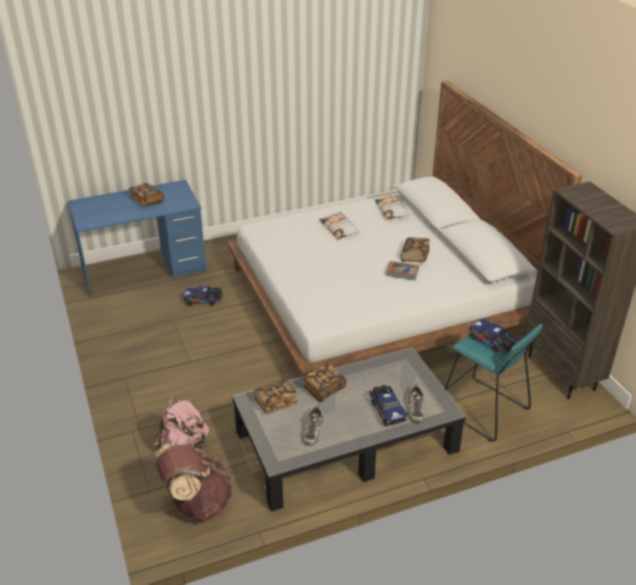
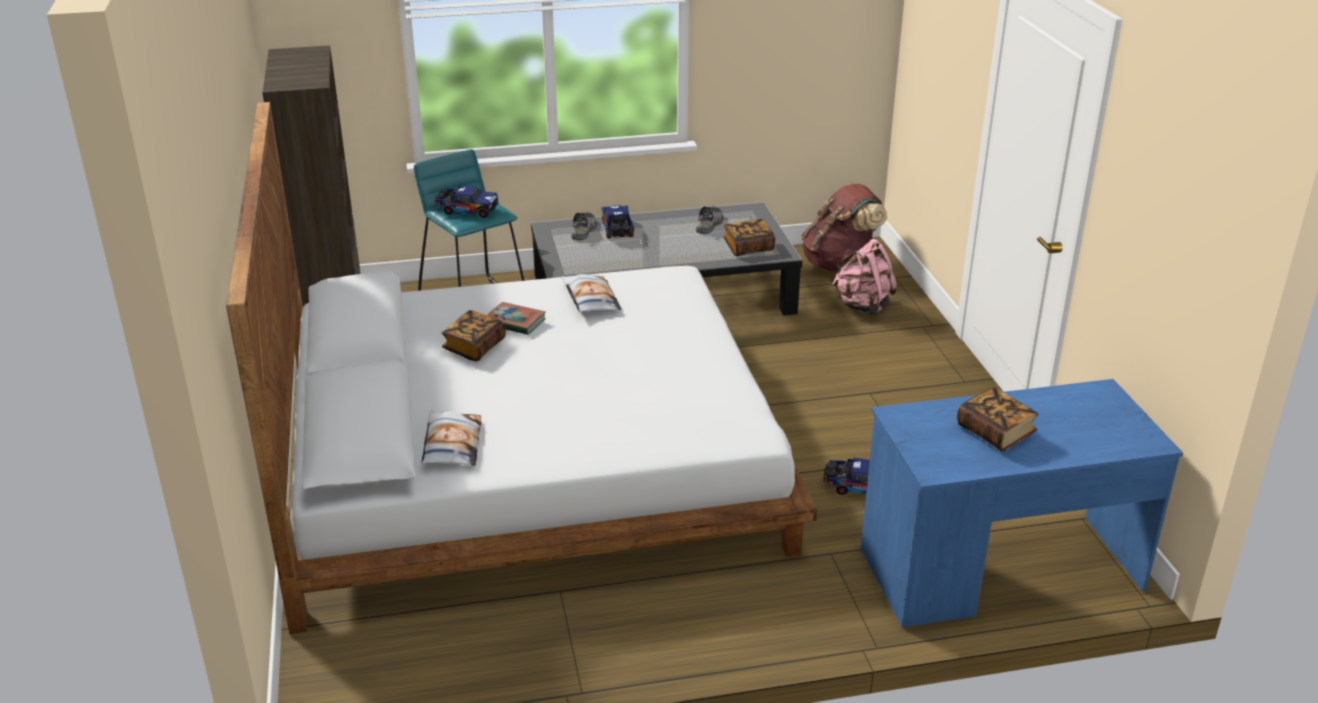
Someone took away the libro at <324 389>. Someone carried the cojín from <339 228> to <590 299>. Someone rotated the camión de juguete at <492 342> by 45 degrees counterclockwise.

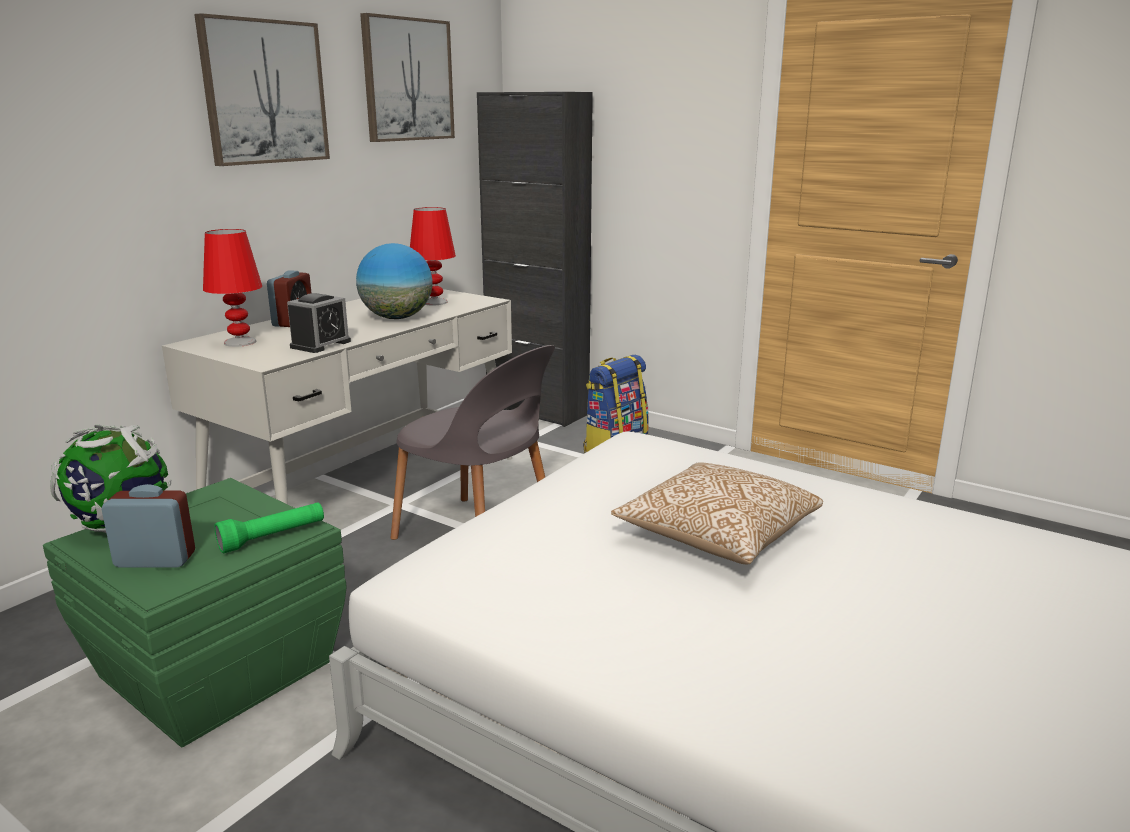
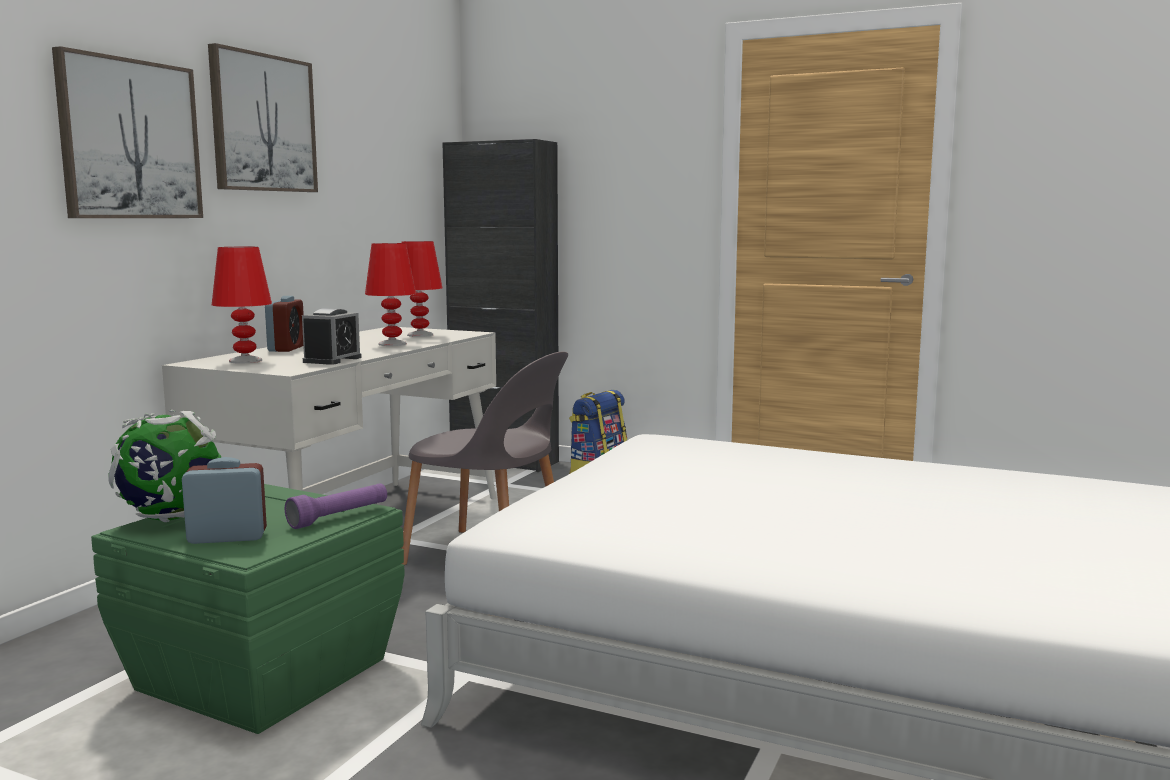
Someone took away the cojín at <717 536>. Someone carried the cuadro from <407 80> to <129 139>. Someone swapped the globo terráqueo at <396 318> for the lámpara de mesa (rojo) at <392 344>. Someone repainted the linterna (verde) at <273 538>, which became the linterna (morado) at <339 517>.

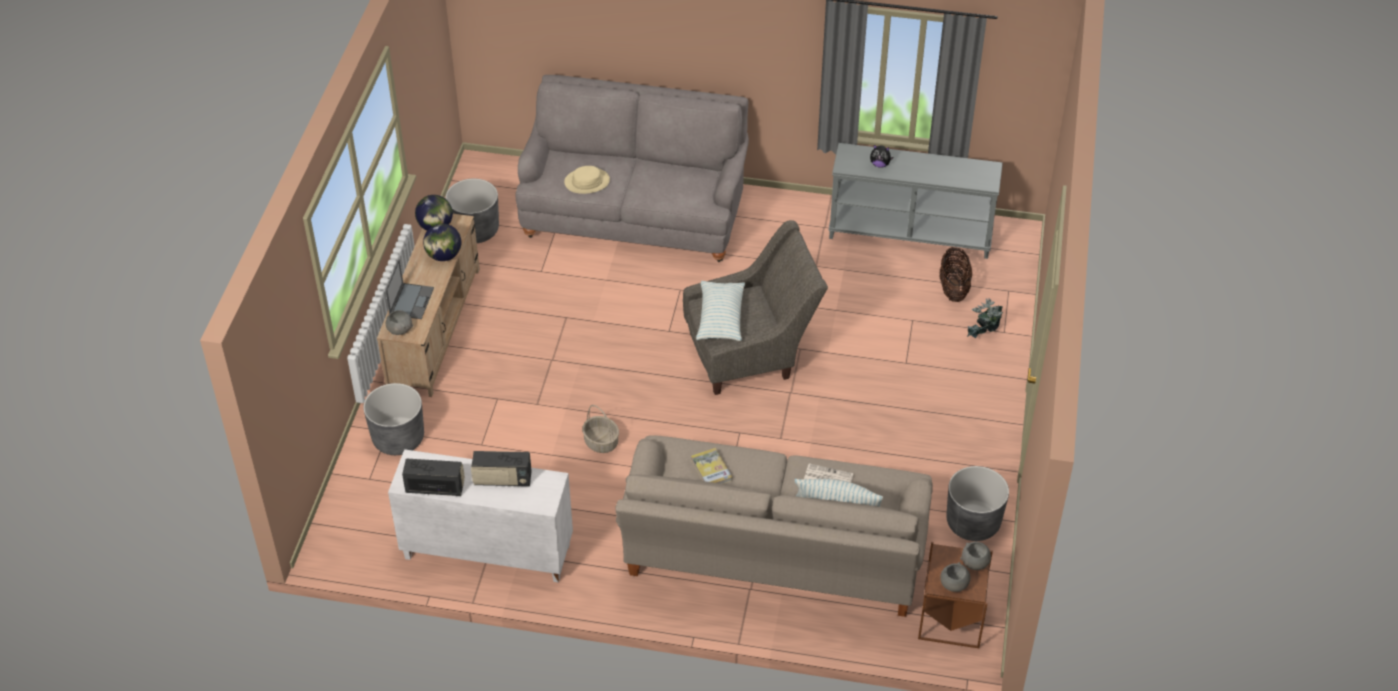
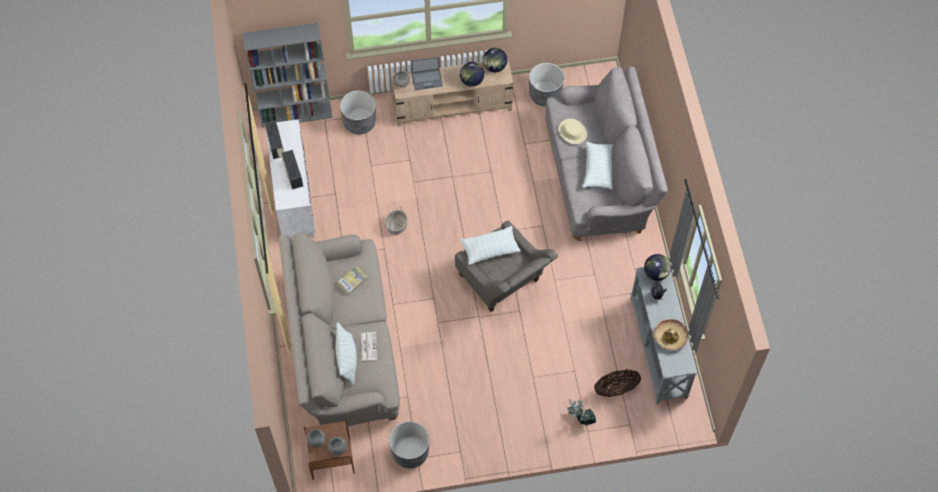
Someone put down the estantería (gris) at <296 114>. Someone put down the cojín at <598 169>. Someone put down the globo terráqueo at <656 273>. Someone put down the sombrero at <670 337>.

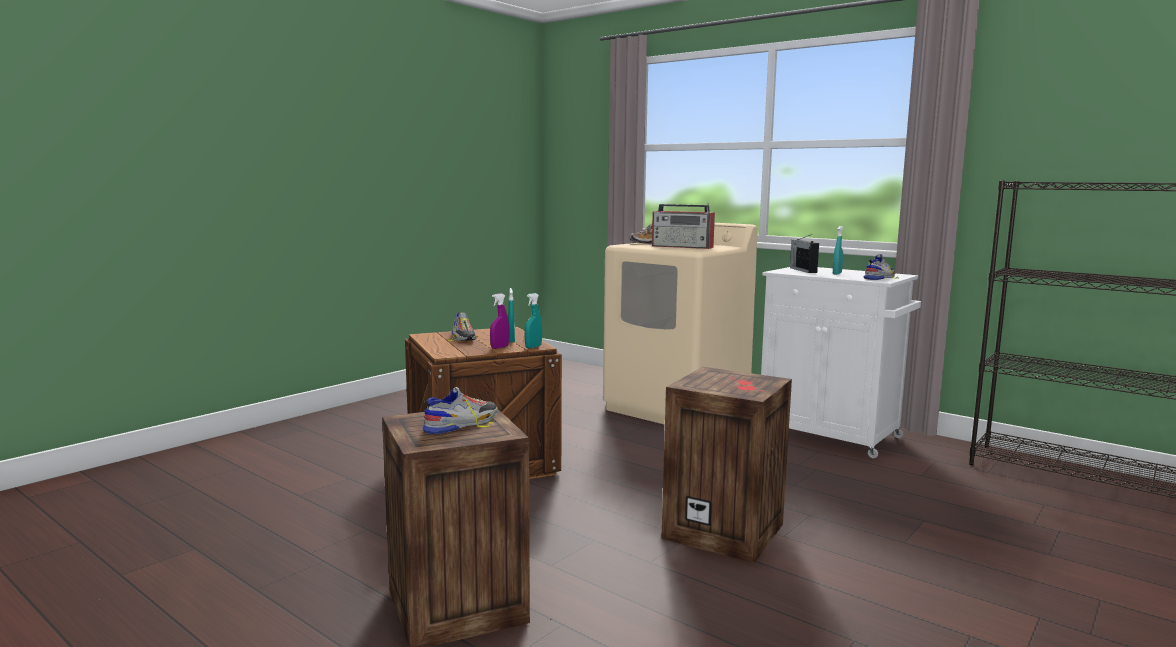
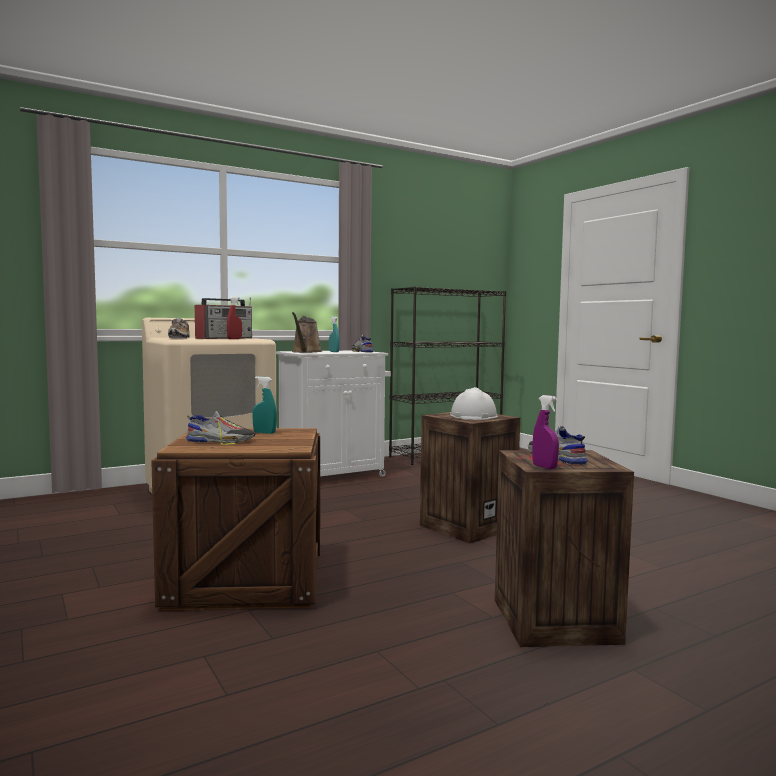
Someone took away the pulverizador (turquesa) at <533 347>. Someone put down the pulverizador (rojo) at <234 339>. Someone put down the casco (blanco) at <473 416>. Someone carried the pulverizador (morado) from <499 347> to <544 467>. Someone swapped the radio at <803 270> for the regadera (marrón) at <306 352>.

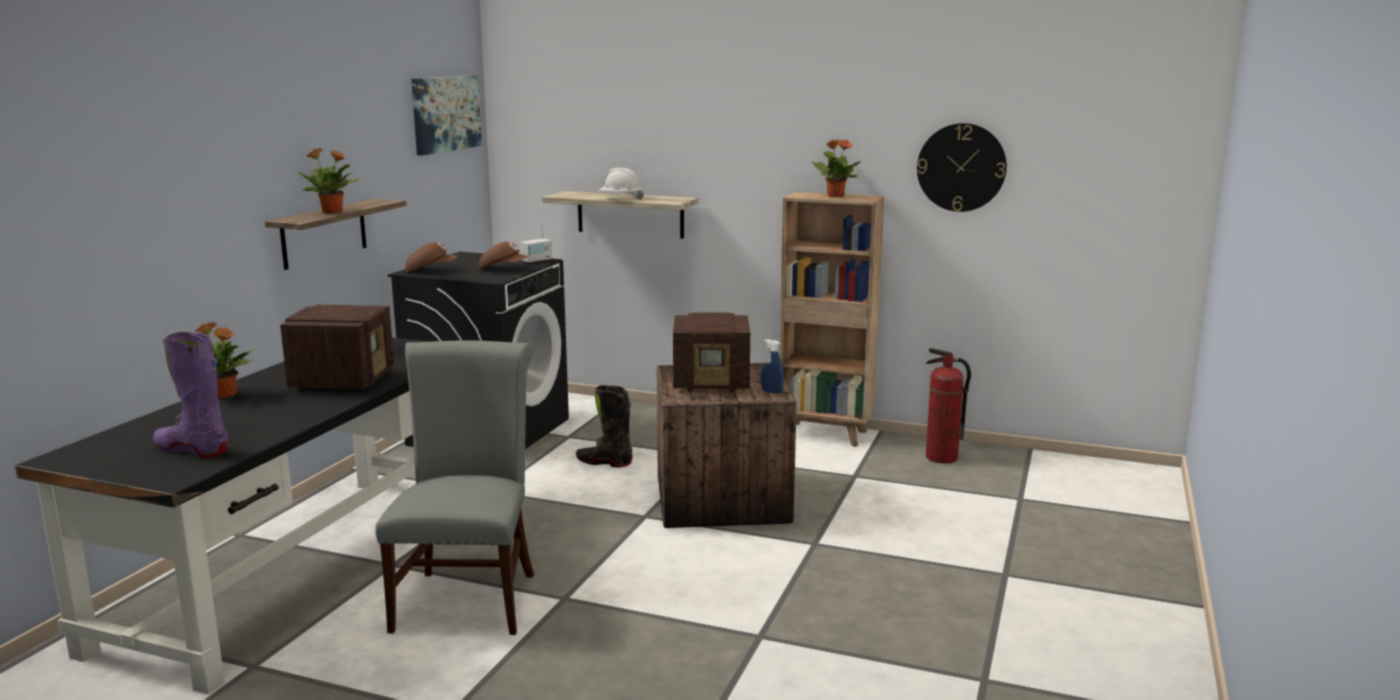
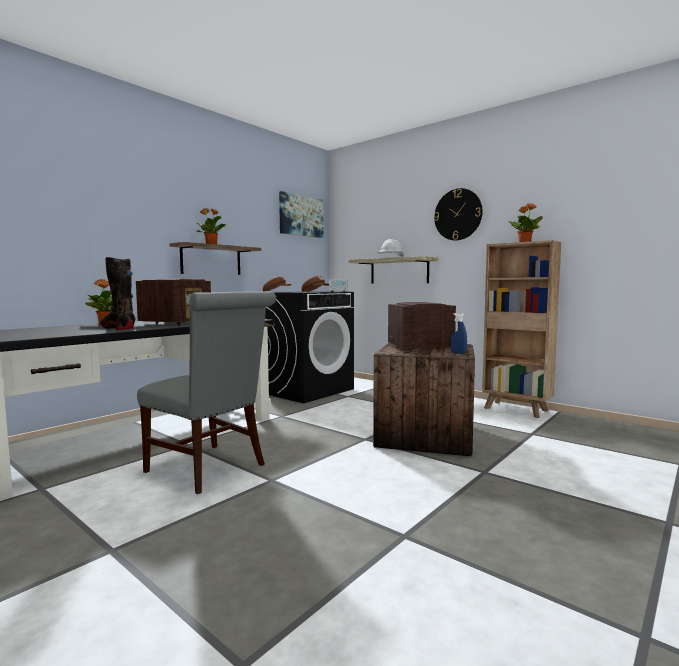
Someone took away the bota (morado) at <192 450>. Someone took away the extintor at <941 457>. Someone carried the bota (negro) from <604 462> to <118 328>. Someone carried the reloj de pared from <961 167> to <458 214>. Someone rotated the silla (gris) at <468 597> by 105 degrees clockwise. Someone rotated the radio at <713 383> by 150 degrees clockwise.

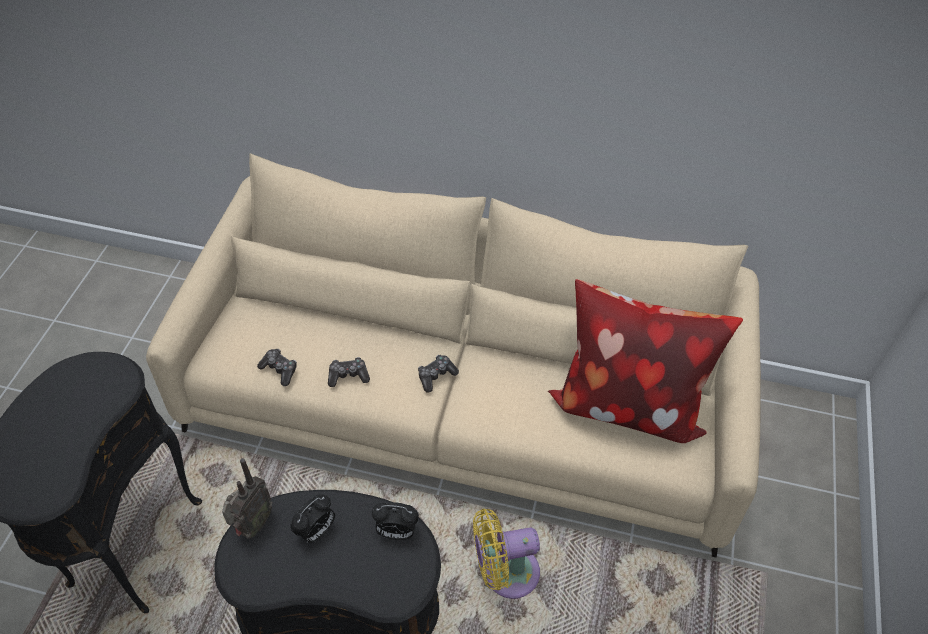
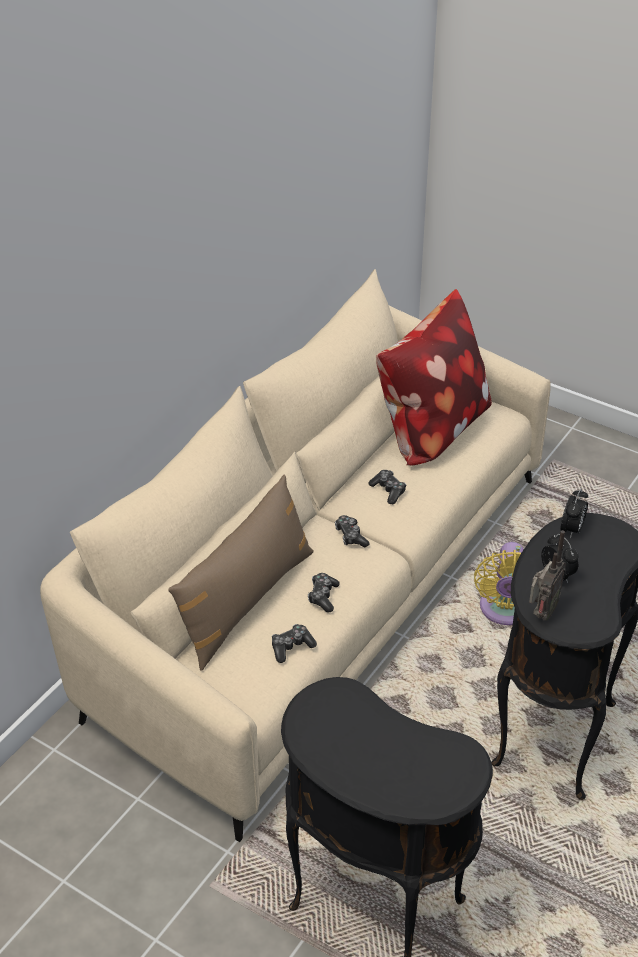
Someone put down the cojín (marrón) at <245 602>. Someone put down the mando de consola at <388 491>. Someone rotated the radio at <252 525> by 75 degrees clockwise.

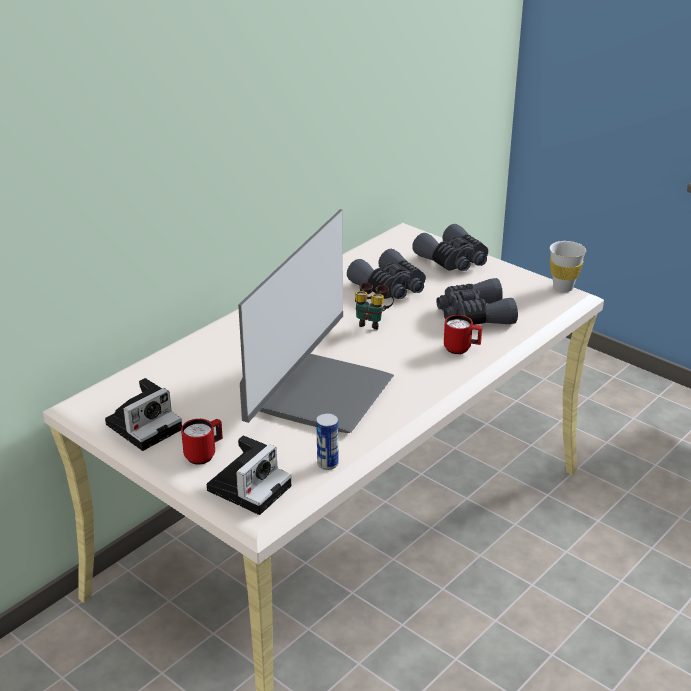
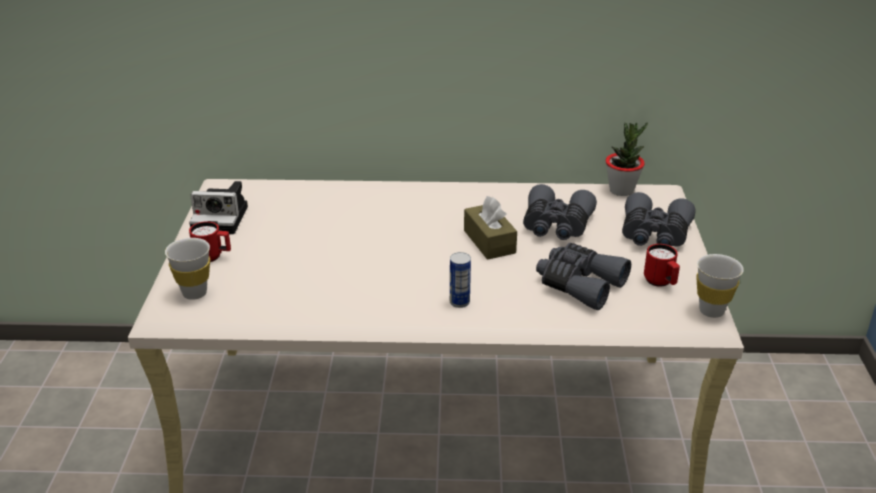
Someone took away the monitor at <320 393>. Someone put down the planta en maceta at <621 190>. Someone carried the lata from <327 464> to <459 302>. Someone carried the taza grande (rojo) from <461 349> to <661 283>. Someone swapped the cámara at <250 486> for the taza (blanco) at <194 293>. Someone swapped the prismáticos at <372 322> for the caja de pañuelos (marrón) at <489 241>.

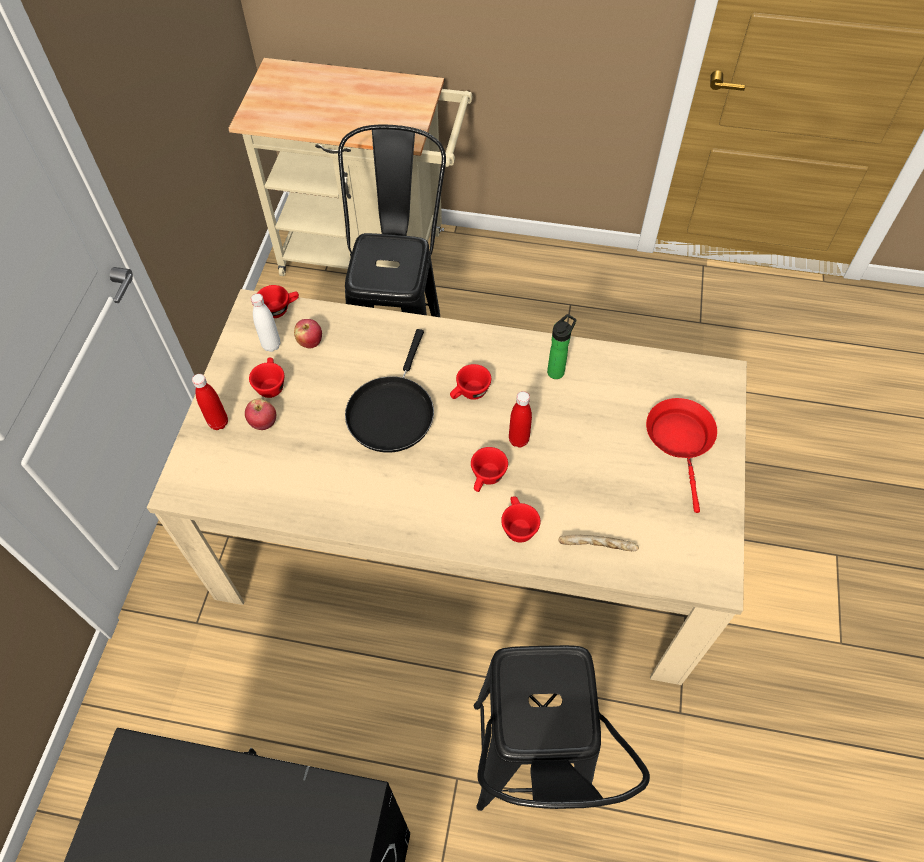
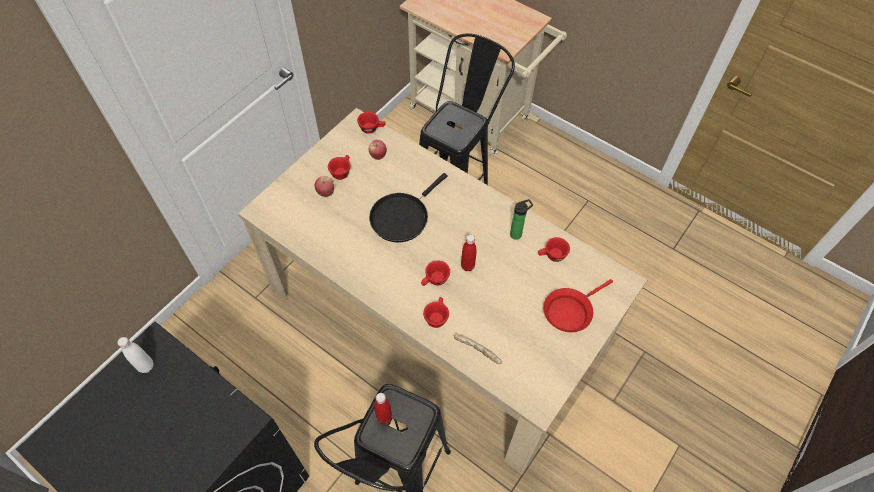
Someone carried the botella (rojo) from <218 423> to <384 417>. Someone carried the botella (blanco) from <271 345> to <146 366>. Someone carried the taza (rojo) from <469 393> to <552 256>. Someone rotated the sartén (rojo) at <680 441> by 150 degrees counterclockwise.

